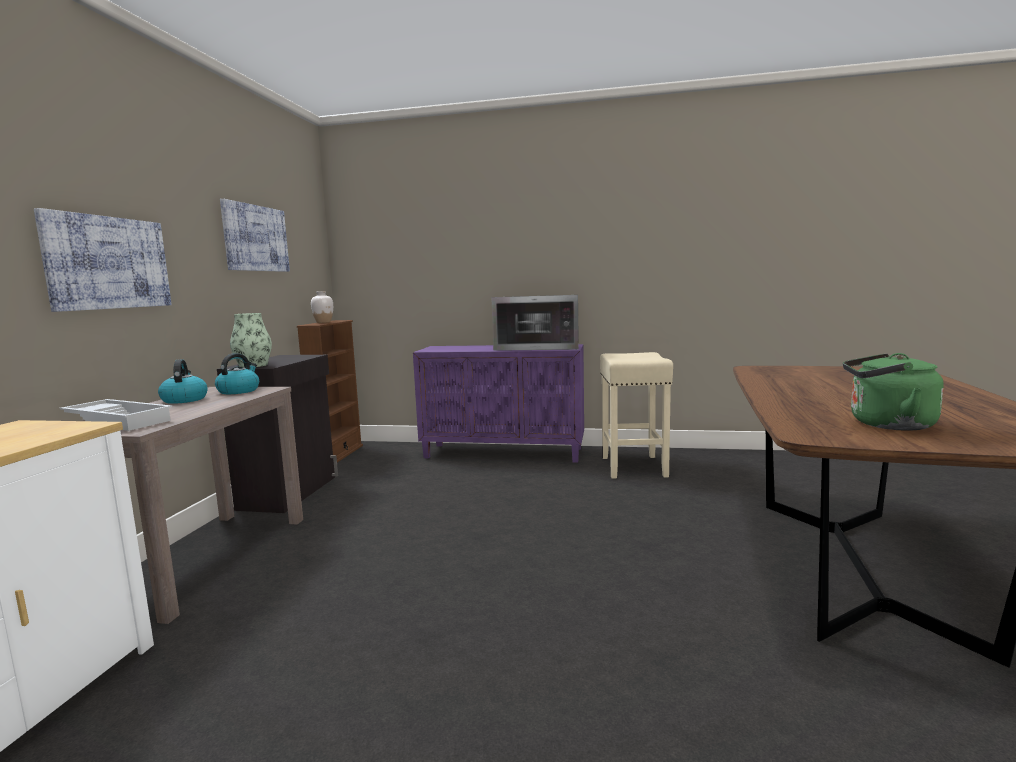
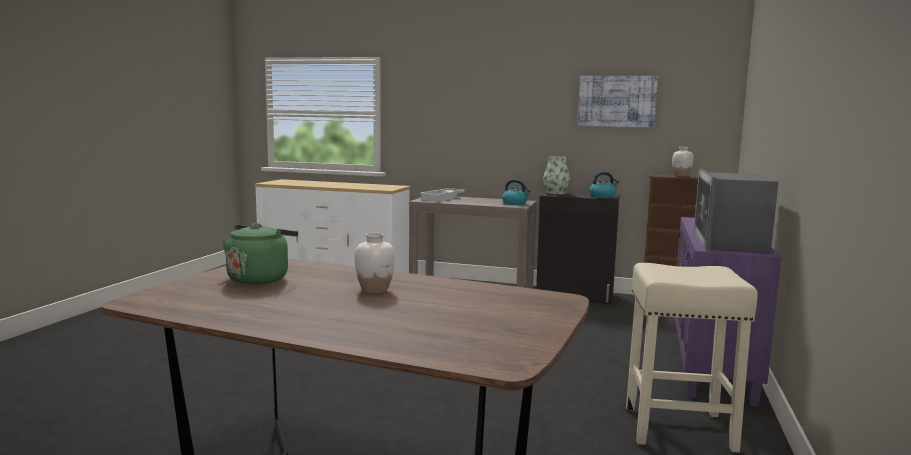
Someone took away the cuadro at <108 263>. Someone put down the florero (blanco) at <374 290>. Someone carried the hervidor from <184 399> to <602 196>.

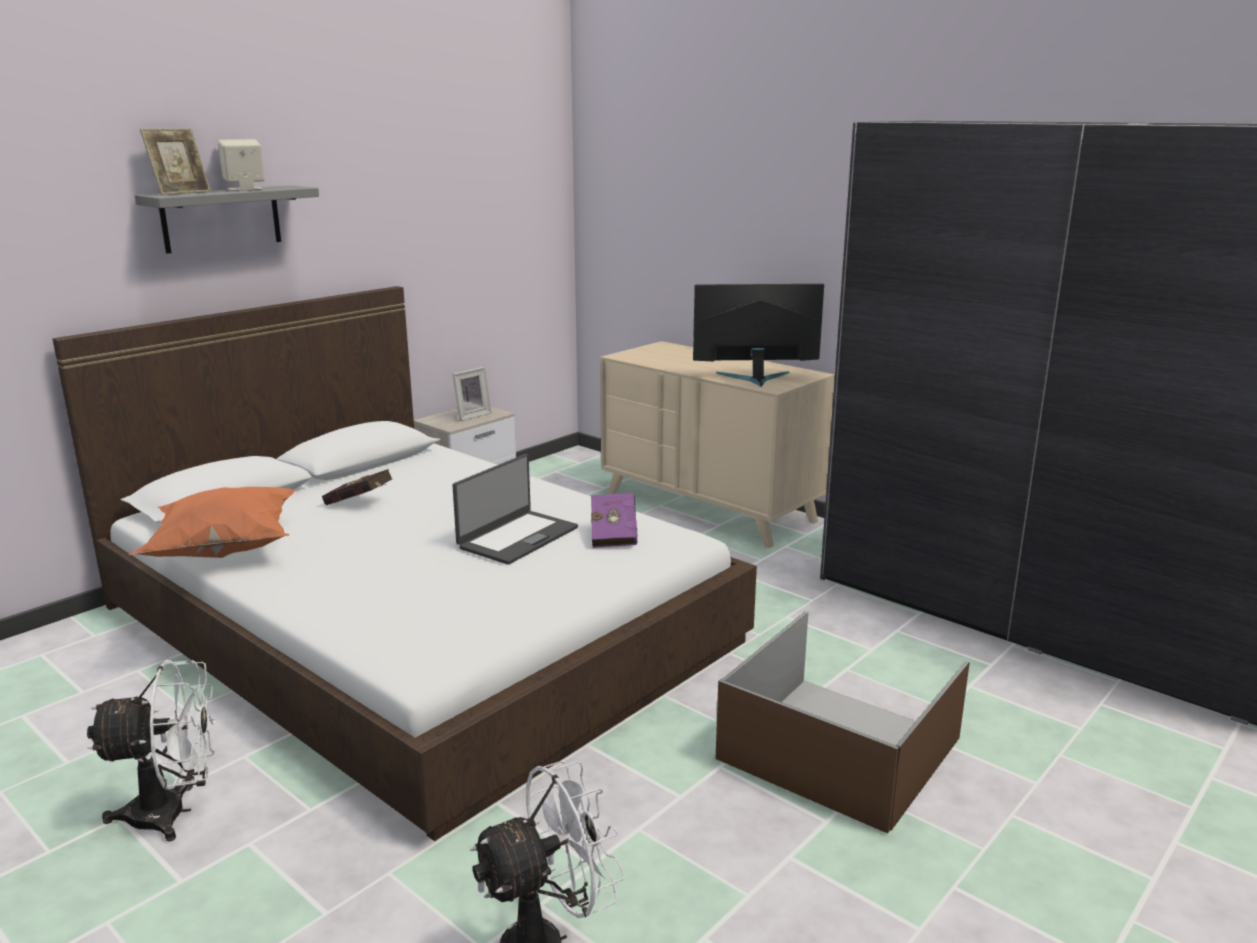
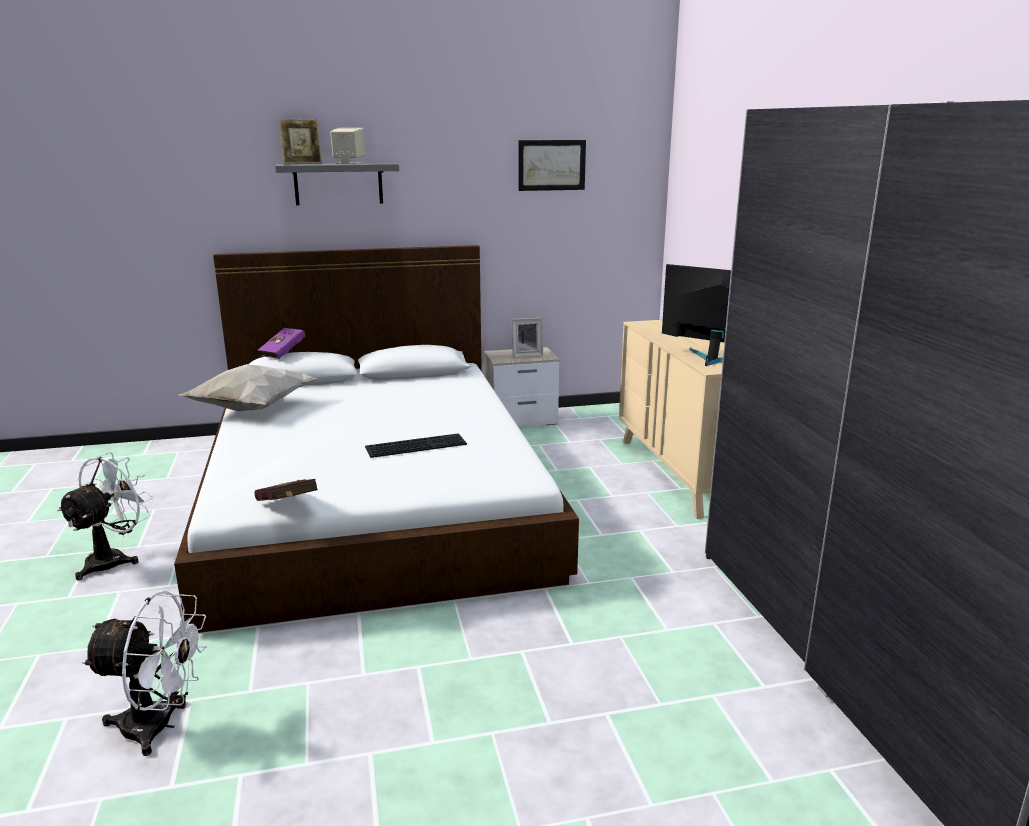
Someone took away the caja de almacenaje (marrón) at <842 750>. Someone put up the cuadro at <551 165>. Someone carried the libro (rojo) from <361 503> to <287 507>. Someone carried the libro (morado) from <614 535> to <285 354>. Someone swapped the portátil at <517 537> for the teclado at <416 445>. Someone repainted the cojín (naranja) at <223 551>, which became the cojín (blanco) at <251 409>. Someone rotated the ventilador (blanco) at <173 813> by 90 degrees counterclockwise.

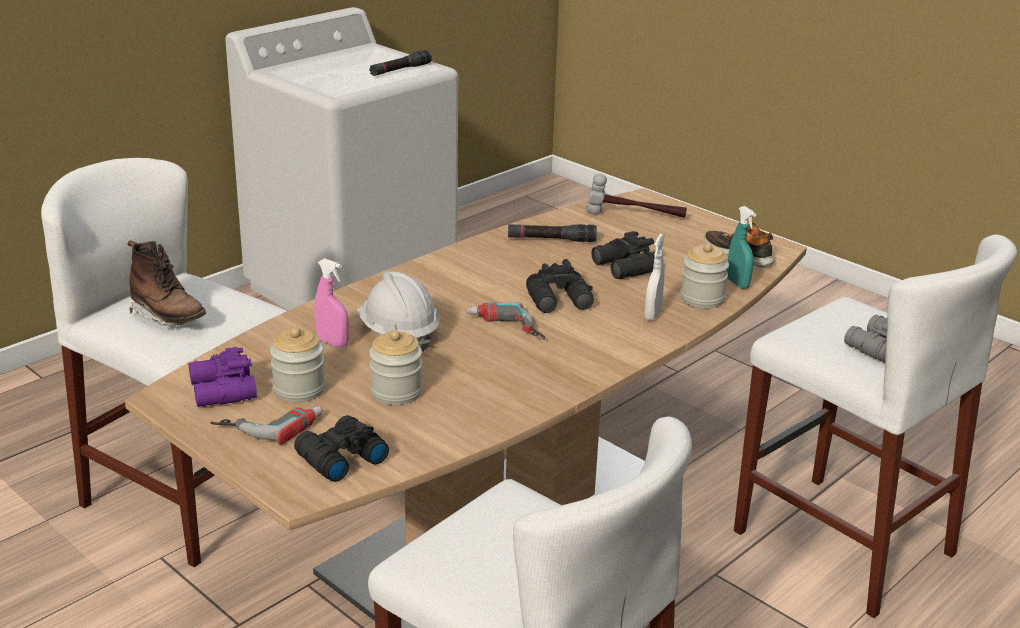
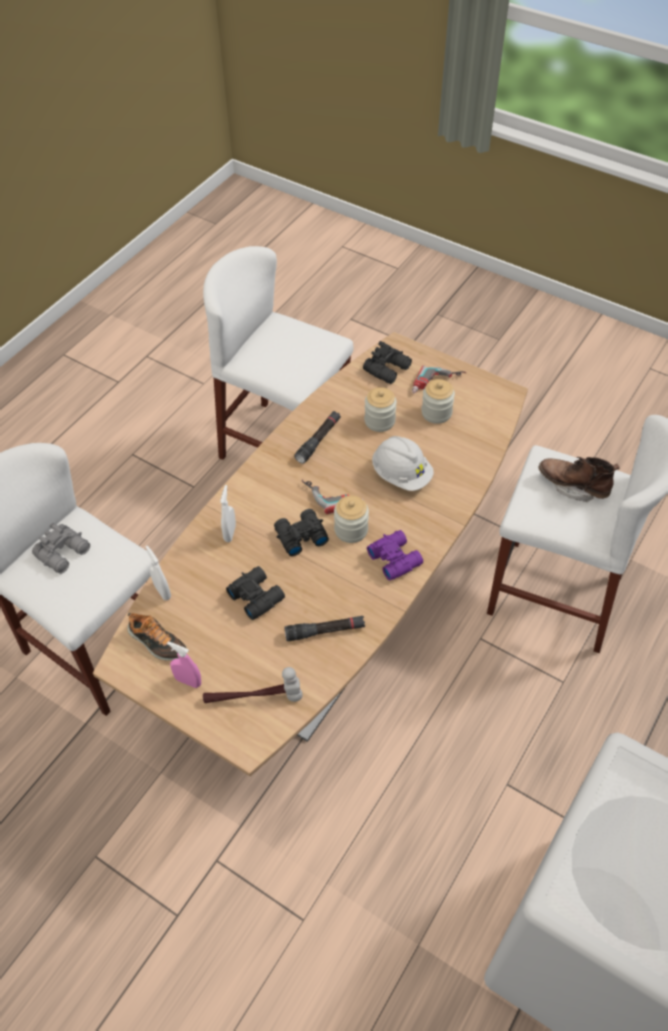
Someone carried the prismáticos (morado) from <221 391> to <395 558>. Someone carried the pulverizador (rosa) from <332 342> to <188 681>. Someone carried the linterna (negro) from <400 70> to <318 440>. Someone carried the tarro from <702 299> to <351 530>. Someone repainted the pulverizador (turquesa) at <737 283>, which became the pulverizador (blanco) at <162 591>.

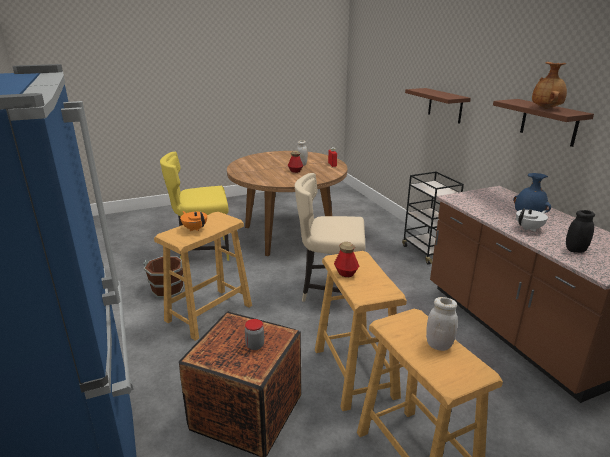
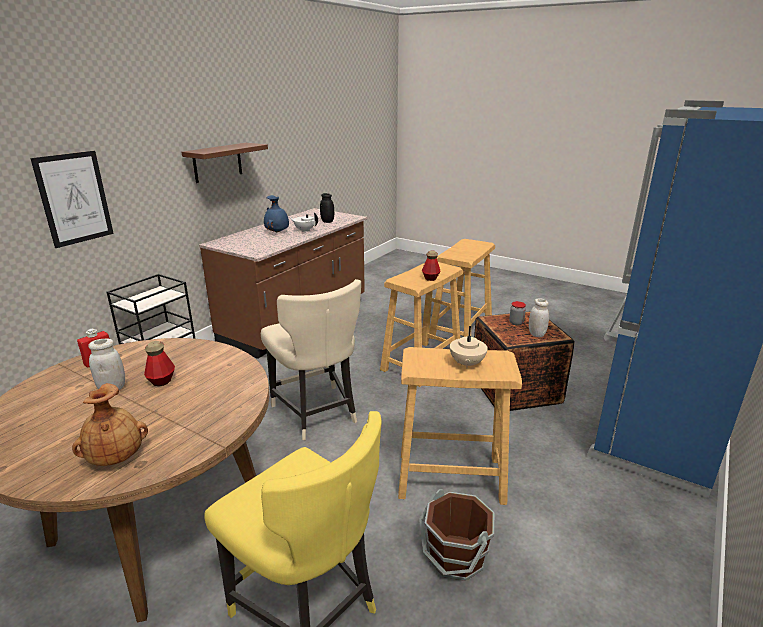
Someone carried the tarro (blanco) from <439 345> to <536 334>. Someone carried the florero (marrón) from <546 108> to <116 457>. Someone swapped the estante (marrón) at <445 105> for the cuadro at <74 198>. Someone repainted the tetera (naranja) at <195 229>, which became the tetera (beis) at <466 364>.

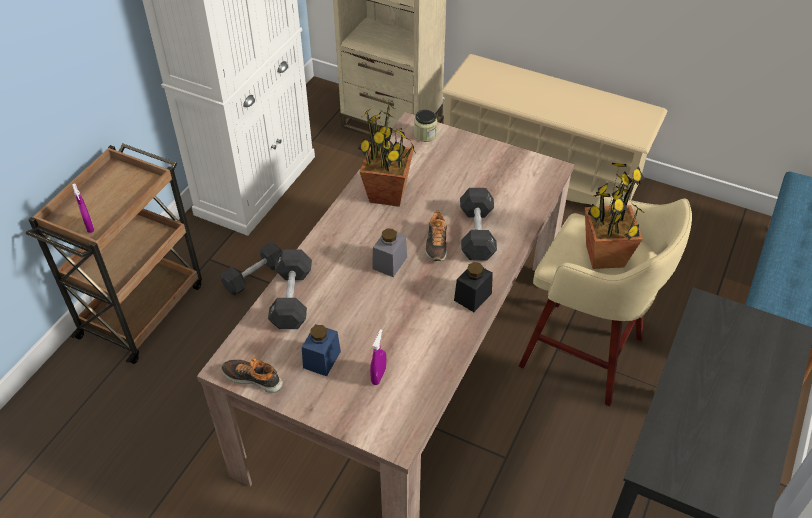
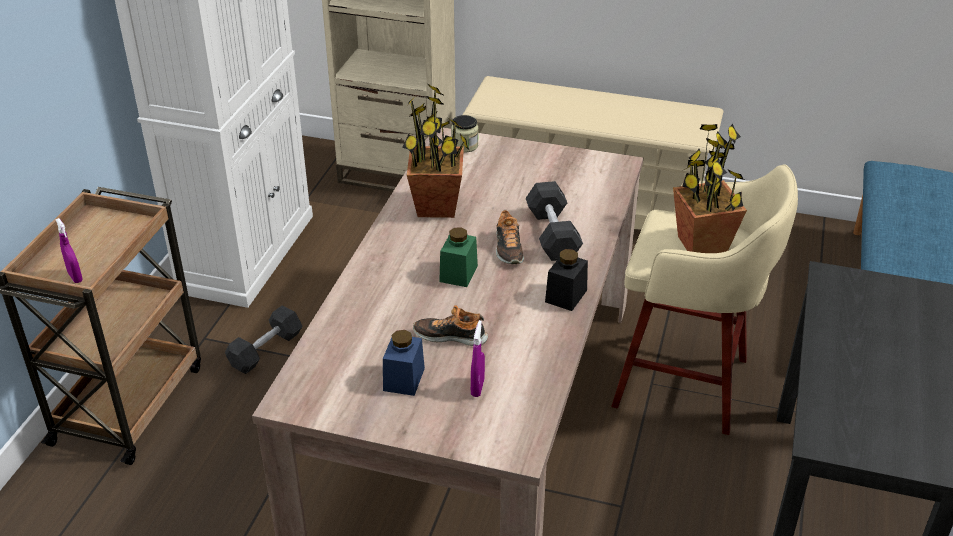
Someone took away the mancuerna (negro) at <292 298>. Someone carried the zapato from <253 378> to <451 336>. Someone repainted the tarro (gris) at <389 263>, which became the tarro (verde) at <458 273>.

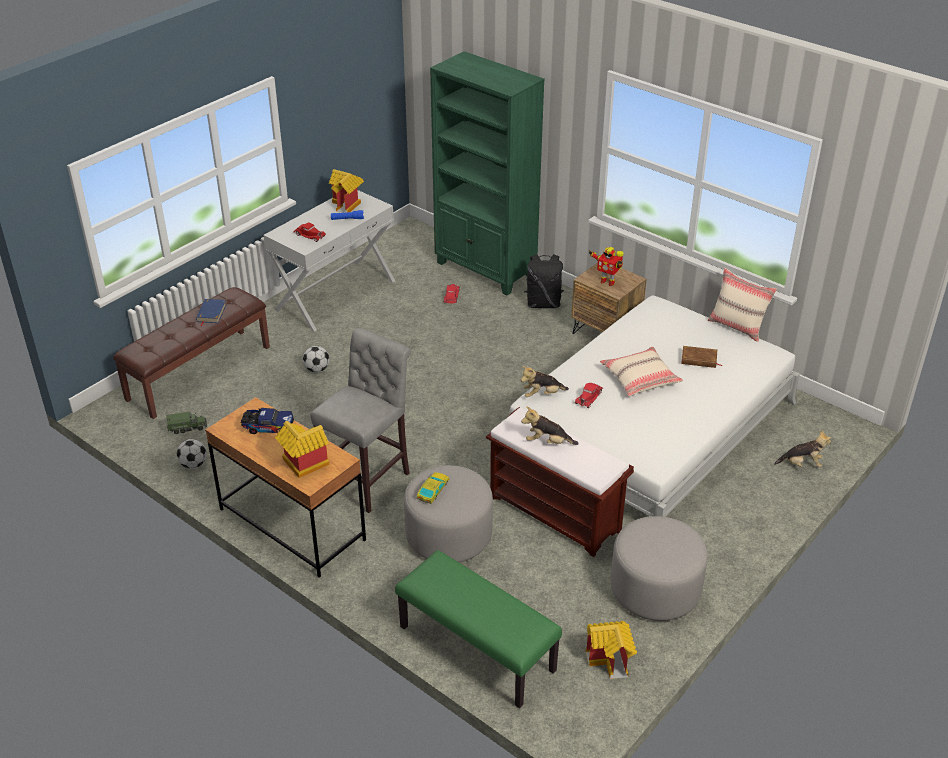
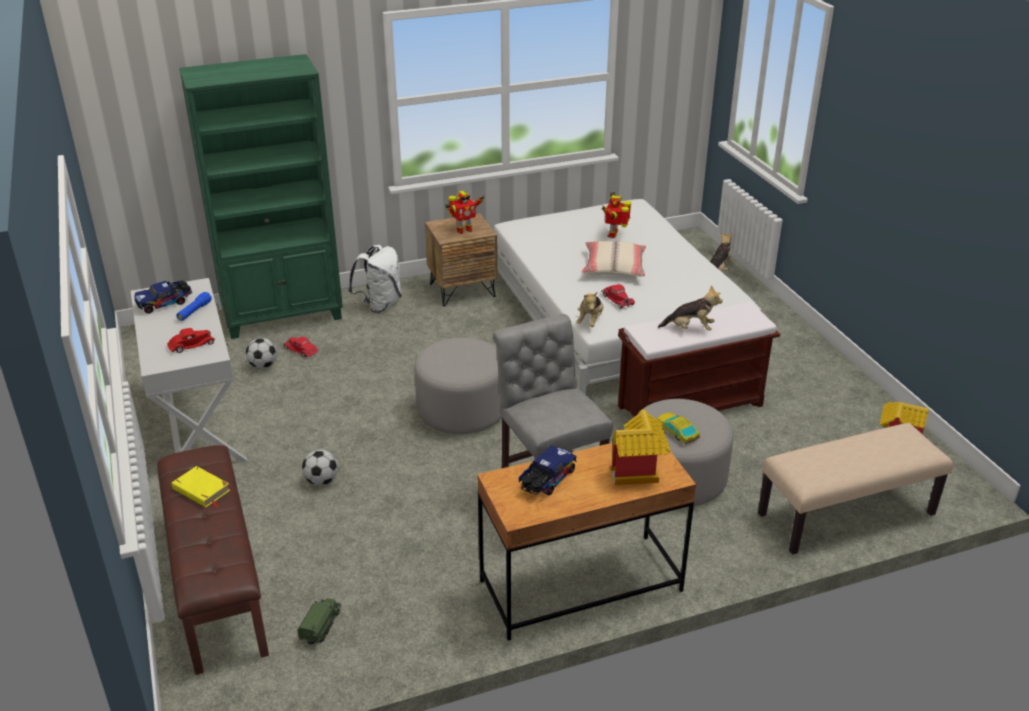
Someone took away the cojín (beis) at <737 327>. Someone carried the balón de fútbol from <193 464> to <263 366>. Someone carried the puf (gris) from <655 589> to <461 410>. Someone swapped the casita at <347 205> for the camión de juguete at <165 303>. Someone swapped the libro (marrón) at <699 359> for the robot de juguete at <614 234>. Someone repainted the libro (azul) at <211 313>, which became the libro (amarillo) at <201 490>. Someone repainted the banco (verde) at <475 649>, which became the banco (beis) at <846 515>. Someone repainted the mochila (negro) at <543 303>, which became the mochila (blanco) at <379 305>. Someone rotated the peluche at <547 442> by 120 degrees counterclockwise.

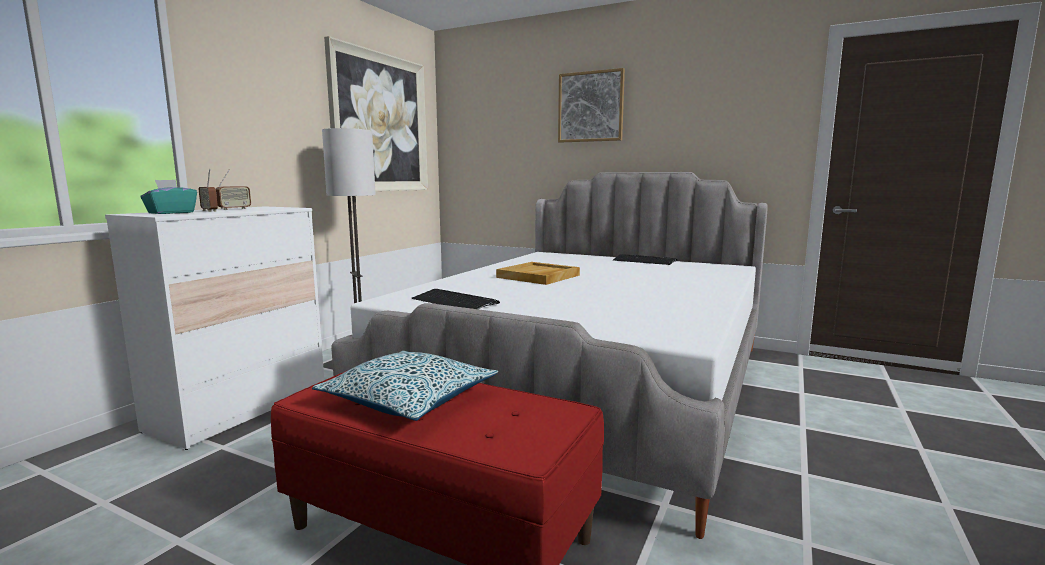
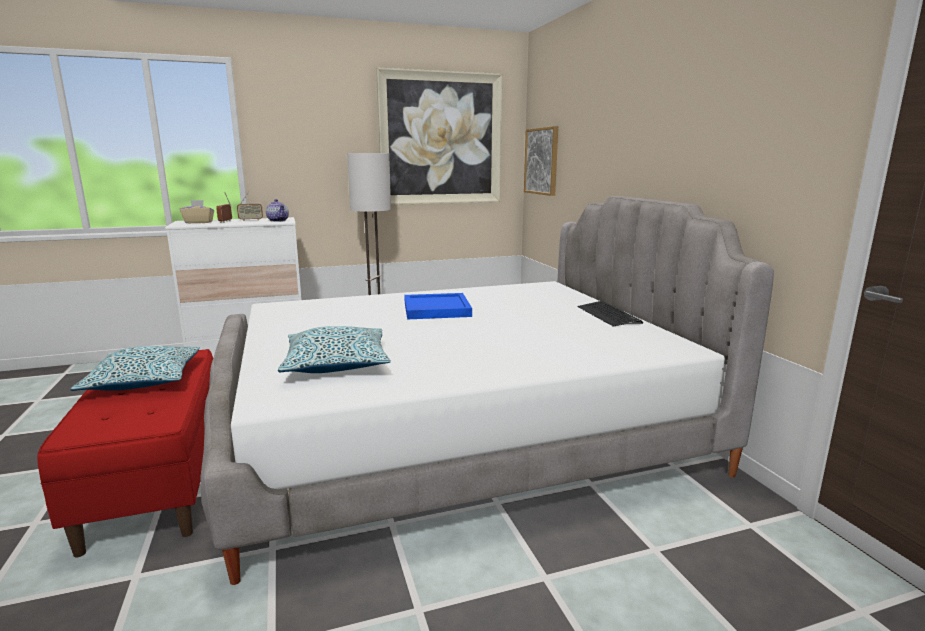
Someone took away the teclado at <454 301>. Someone put down the tetera at <278 221>. Someone put down the cojín at <337 363>. Someone carried the cuadro from <591 107> to <541 161>. Someone repainted the caja de pañuelos (turquesa) at <171 213>, which became the caja de pañuelos (beis) at <199 222>. Someone repainted the bandeja (beis) at <538 276>, which became the bandeja (azul) at <436 309>.

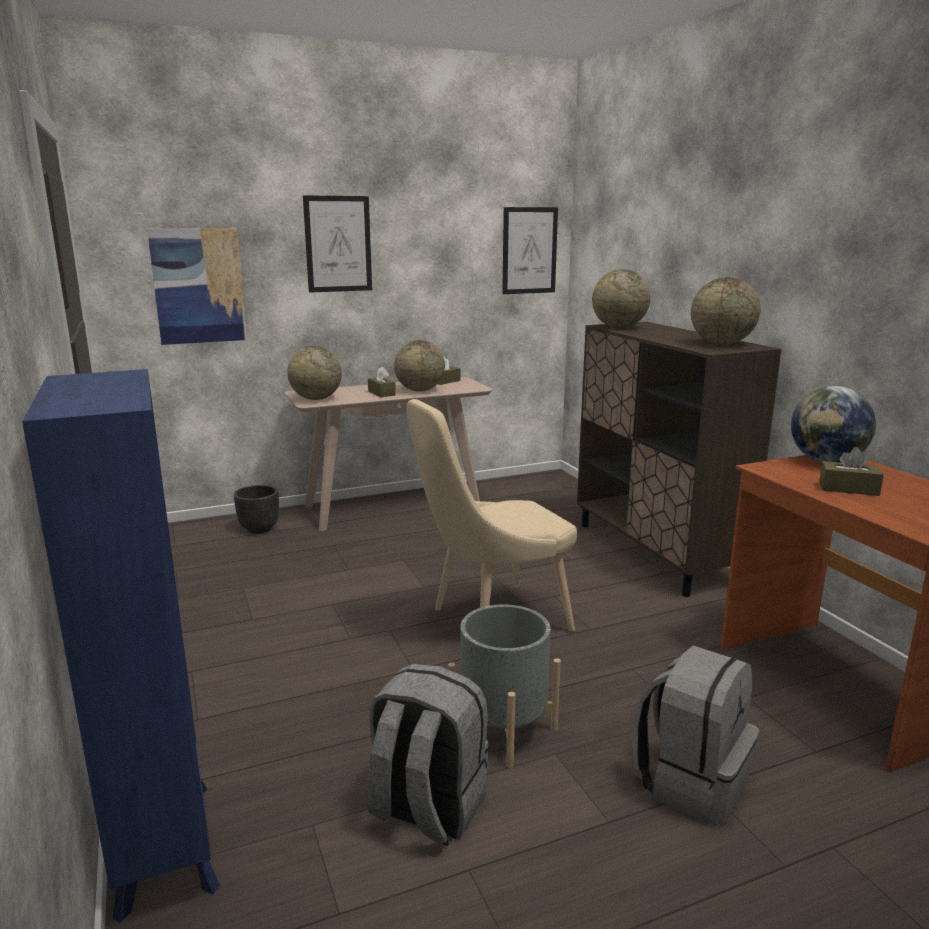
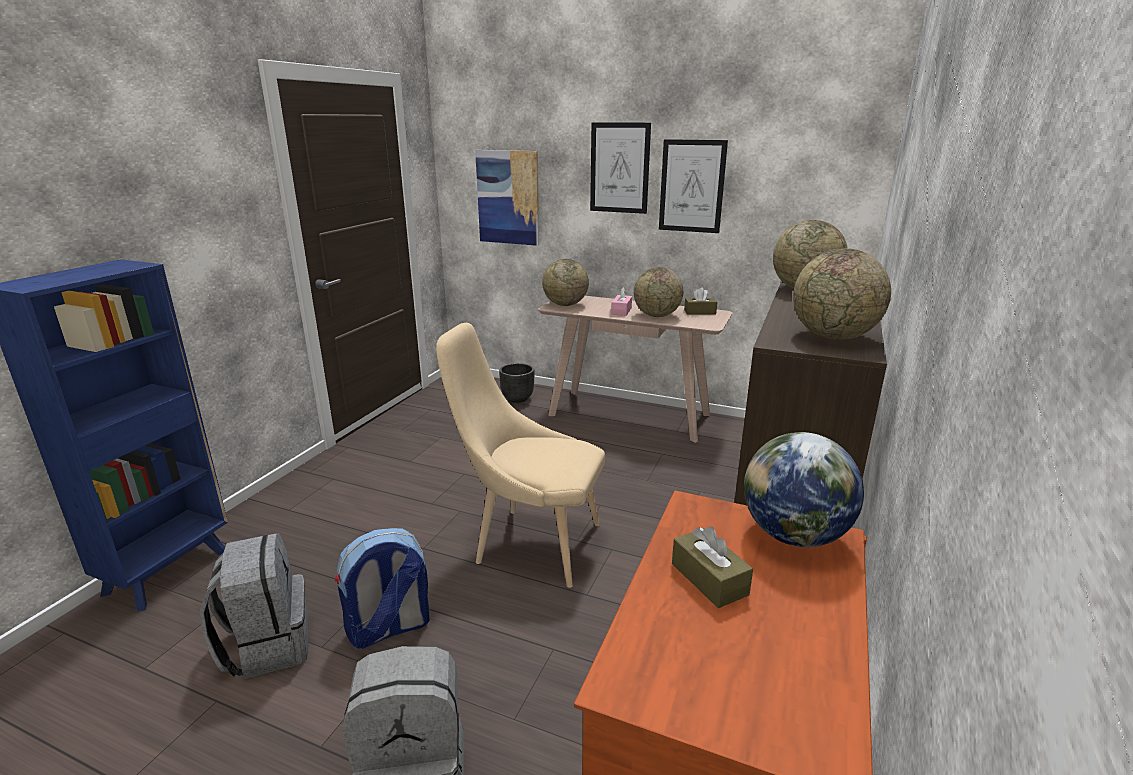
Someone carried the cuadro from <529 250> to <692 186>. Someone swapped the maceta (gris) at <503 730> for the mochila at <389 628>. Someone repainted the caja de pañuelos (marrón) at <381 393>, which became the caja de pañuelos (rosa) at <621 311>.

